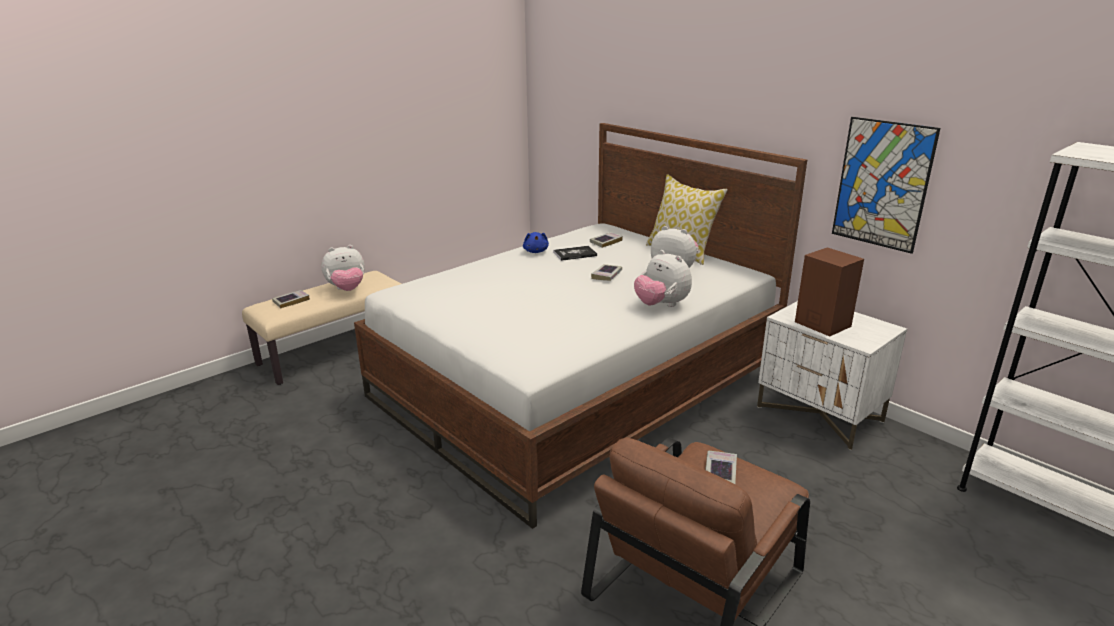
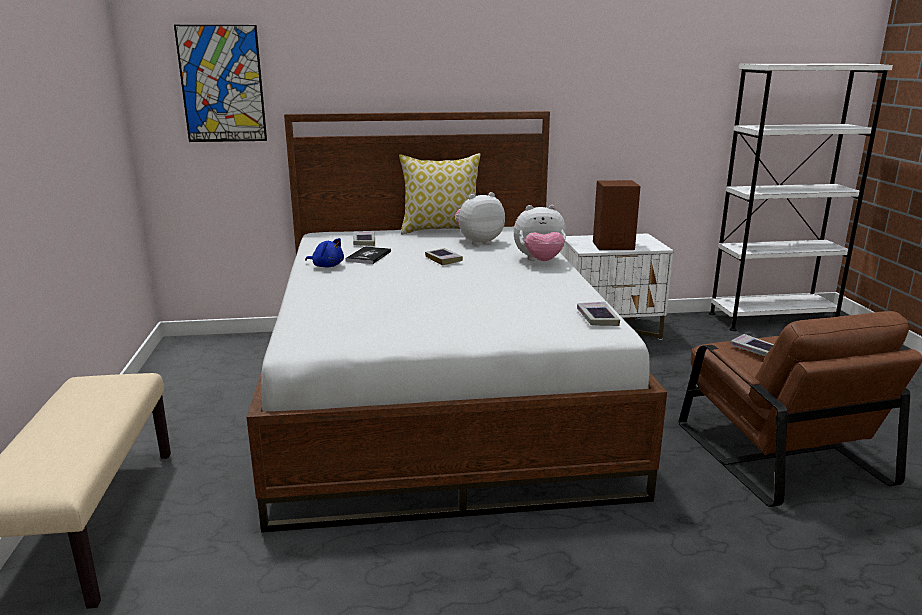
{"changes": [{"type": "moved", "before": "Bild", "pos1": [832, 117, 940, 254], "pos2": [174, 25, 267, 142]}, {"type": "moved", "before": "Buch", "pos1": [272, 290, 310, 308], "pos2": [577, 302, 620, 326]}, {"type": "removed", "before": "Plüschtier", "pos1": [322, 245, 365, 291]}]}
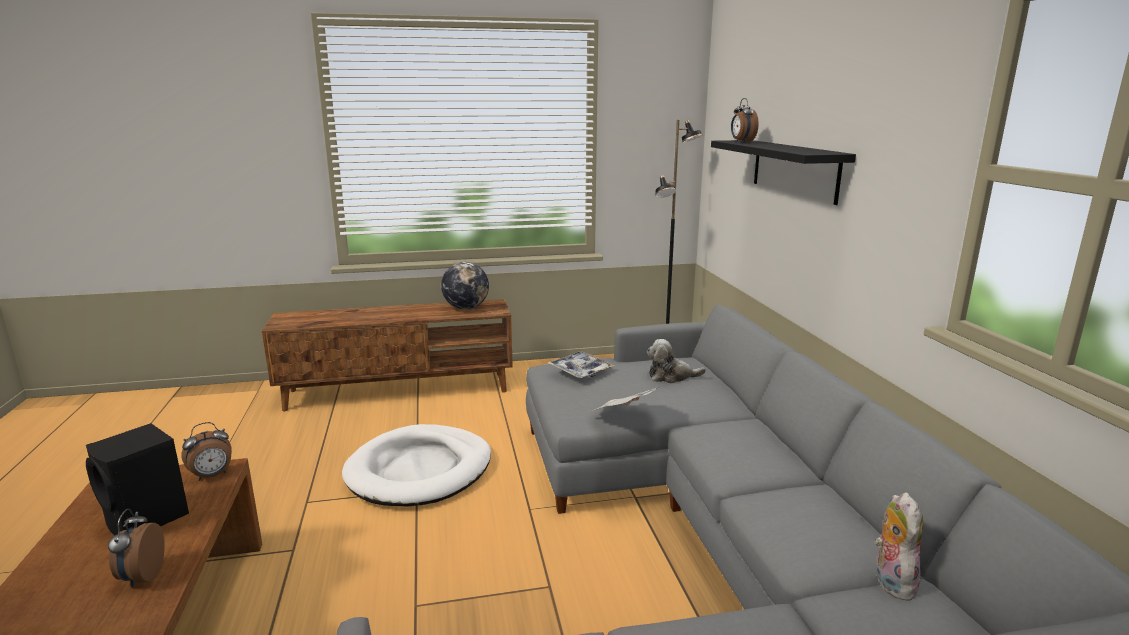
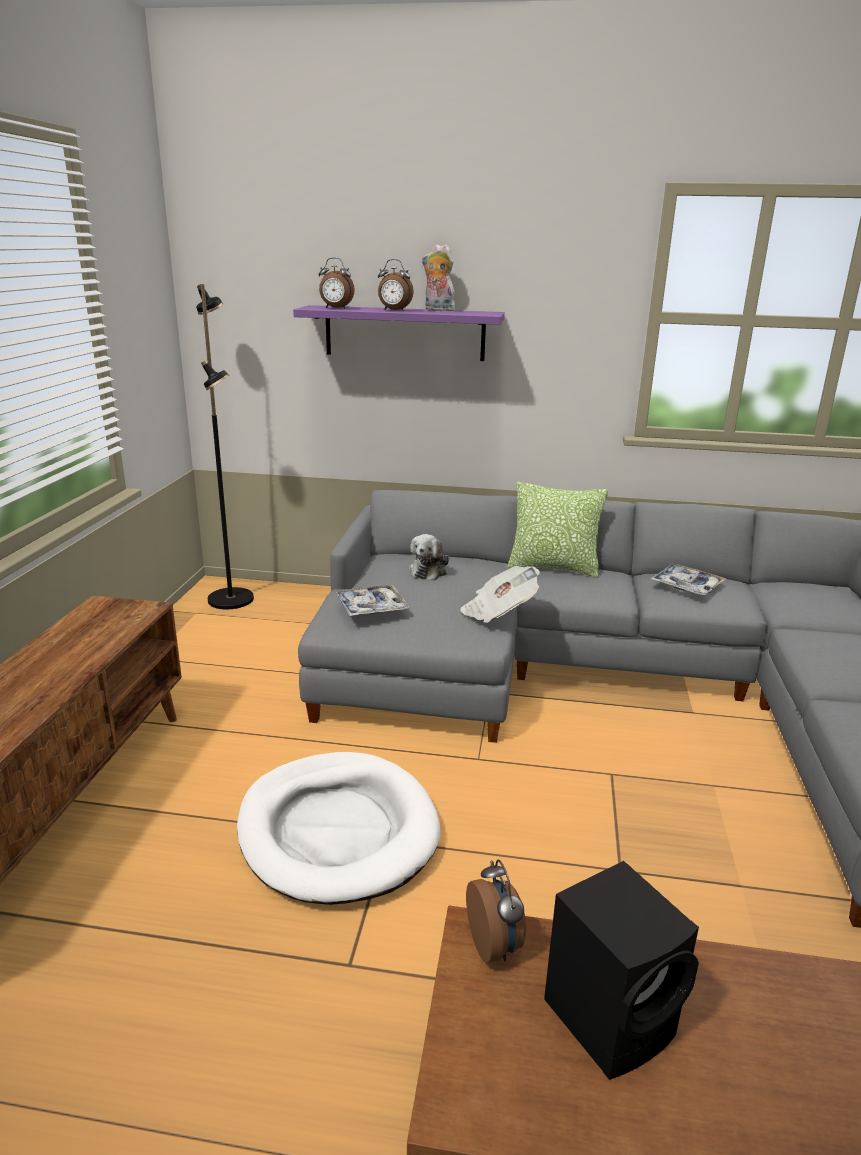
{"changes": [{"type": "recoloured", "before": "Wandregal [schwarz]", "after": "Wandregal [lila]", "pos1": [711, 140, 856, 205], "pos2": [293, 305, 505, 361]}, {"type": "moved", "before": "Wecker", "pos1": [108, 509, 165, 588], "pos2": [378, 259, 414, 311]}, {"type": "moved", "before": "Plüschtier", "pos1": [875, 492, 923, 601], "pos2": [422, 244, 455, 311]}, {"type": "added", "after": "Kissen", "pos2": [507, 482, 608, 578]}, {"type": "added", "after": "Tablett", "pos2": [650, 564, 727, 595]}, {"type": "removed", "before": "Globus", "pos1": [441, 262, 489, 309]}]}
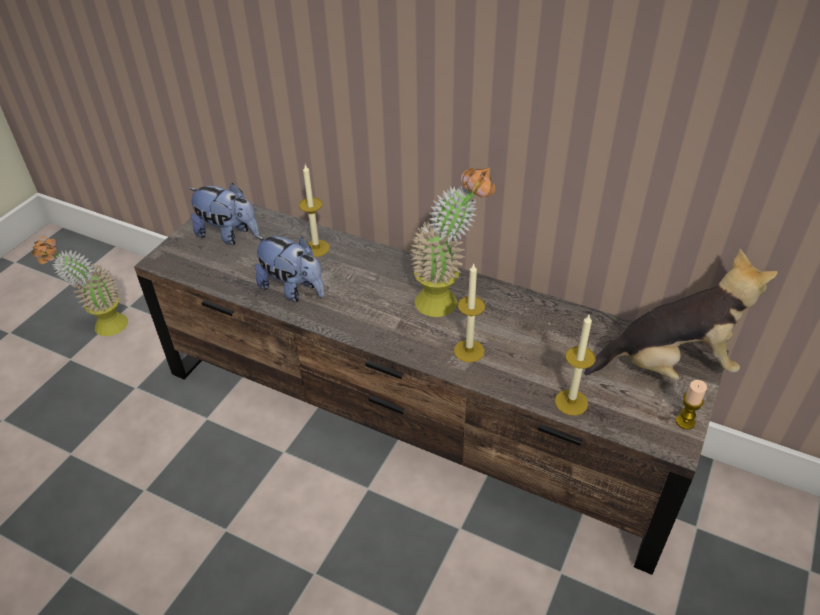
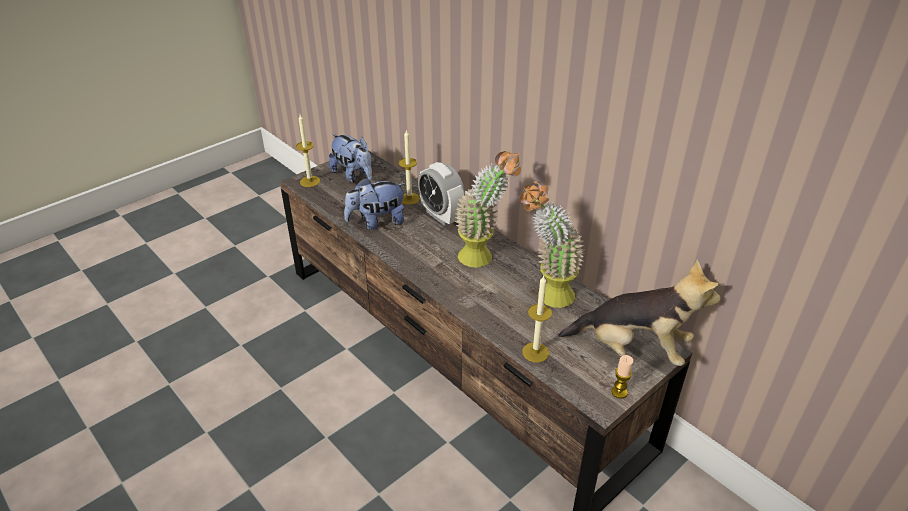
{"changes": [{"type": "moved", "before": "Kerze", "pos1": [454, 263, 485, 363], "pos2": [296, 114, 320, 187]}, {"type": "turned", "before": "Plüschtier", "pos1": [255, 236, 325, 302], "pos2": [344, 177, 406, 230], "turn": 105}, {"type": "added", "after": "Wecker", "pos2": [418, 162, 465, 226]}, {"type": "moved", "before": "Topfpflanze", "pos1": [32, 236, 128, 336], "pos2": [519, 181, 585, 308]}]}
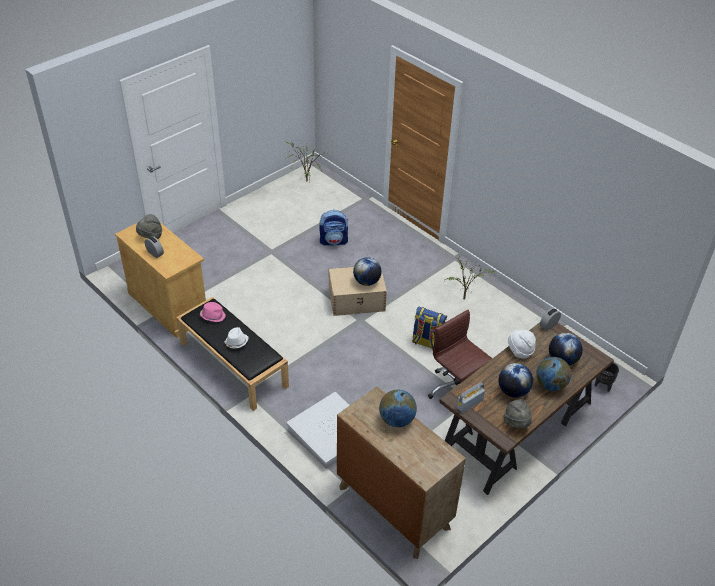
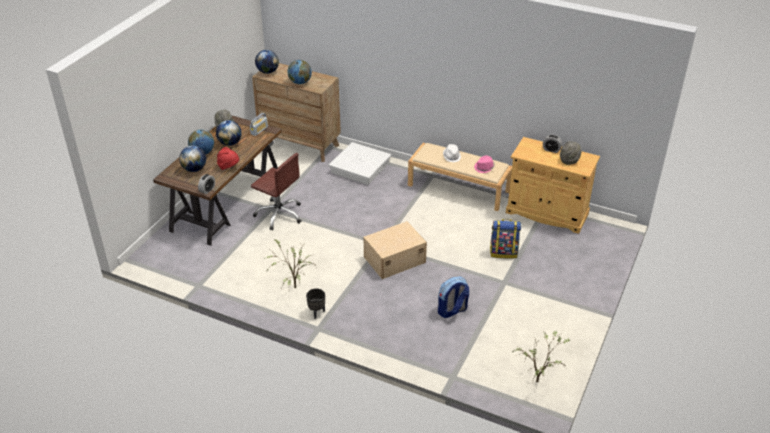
{"changes": [{"type": "recoloured", "before": "Hut [weiß]", "after": "Hut [rot]", "pos1": [508, 330, 536, 359], "pos2": [217, 147, 239, 170]}, {"type": "moved", "before": "Globus", "pos1": [353, 257, 382, 286], "pos2": [255, 50, 279, 74]}, {"type": "moved", "before": "Pflanzkübel [schwarz]", "pos1": [595, 363, 619, 392], "pos2": [306, 288, 325, 319]}, {"type": "recoloured", "before": "Bank [schwarz]", "after": "Bank [beige]", "pos1": [176, 297, 289, 411], "pos2": [408, 143, 512, 211]}, {"type": "moved", "before": "Rucksack", "pos1": [412, 307, 447, 351], "pos2": [490, 219, 521, 259]}]}
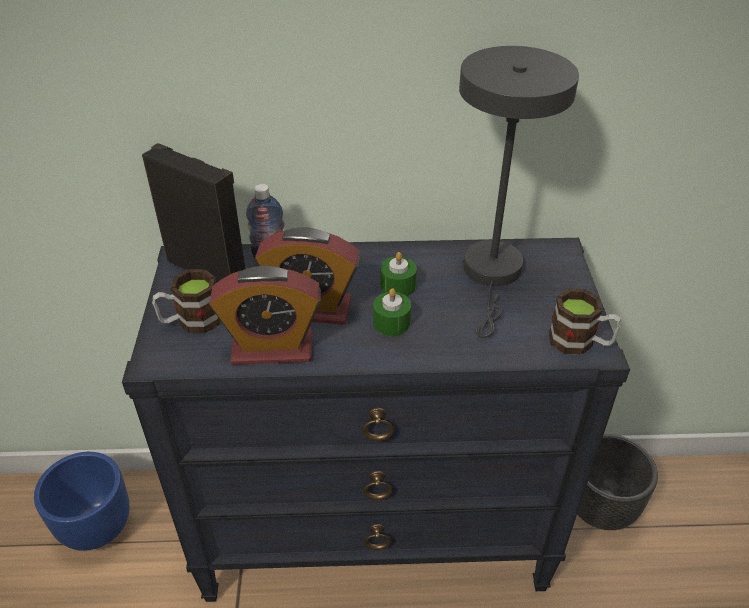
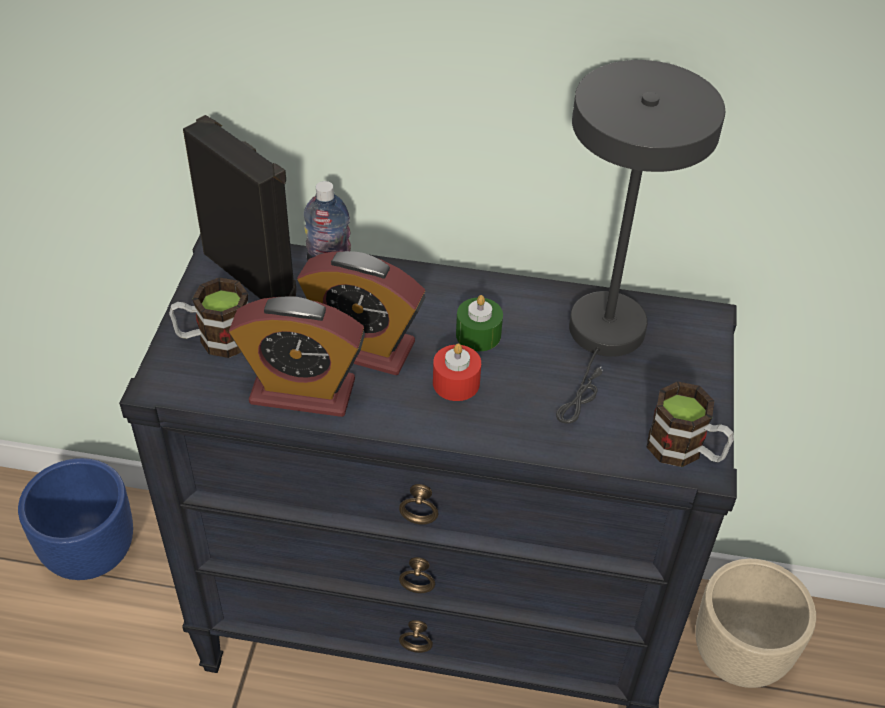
{"changes": [{"type": "recoloured", "before": "Kerze [grün]", "after": "Kerze [rot]", "pos1": [373, 288, 411, 336], "pos2": [433, 343, 481, 401]}, {"type": "recoloured", "before": "Pflanzkübel [schwarz]", "after": "Pflanzkübel [beige]", "pos1": [577, 434, 658, 530], "pos2": [695, 559, 816, 688]}]}
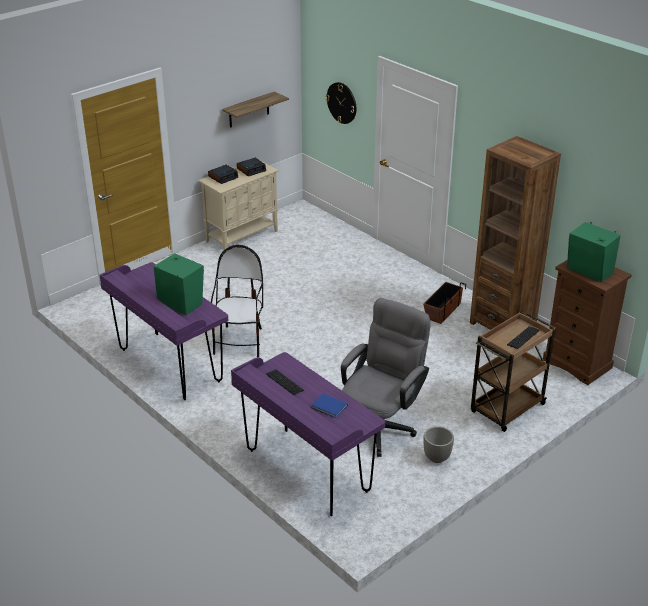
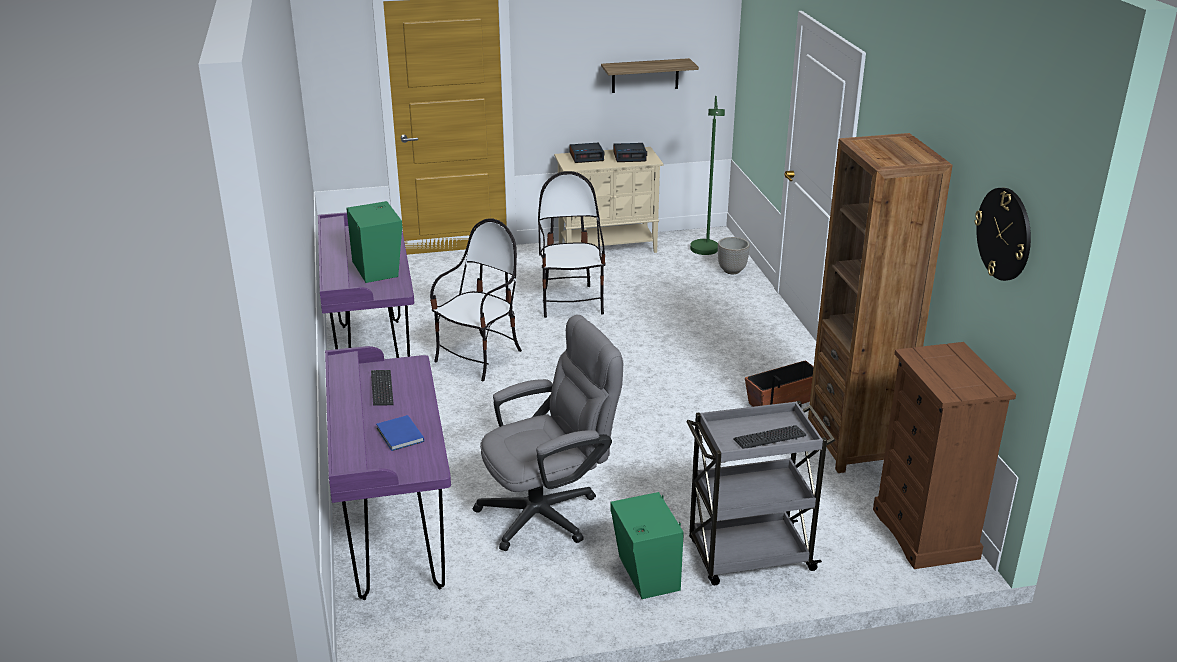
{"changes": [{"type": "added", "after": "Stuhl", "pos2": [538, 171, 606, 318]}, {"type": "moved", "before": "Lautsprecher [grün]", "pos1": [567, 222, 621, 282], "pos2": [610, 492, 684, 599]}, {"type": "recoloured", "before": "Rollwagen [braun]", "after": "Rollwagen [grau]", "pos1": [471, 311, 556, 432], "pos2": [686, 401, 835, 585]}, {"type": "added", "after": "Stehlampe [grün]", "pos2": [690, 96, 725, 255]}, {"type": "moved", "before": "Pflanzkübel", "pos1": [424, 426, 454, 463], "pos2": [718, 237, 750, 274]}, {"type": "moved", "before": "Wanduhr", "pos1": [326, 82, 356, 124], "pos2": [975, 188, 1031, 281]}]}
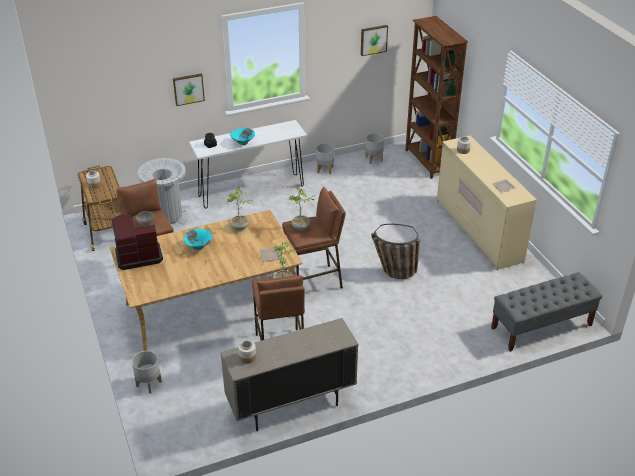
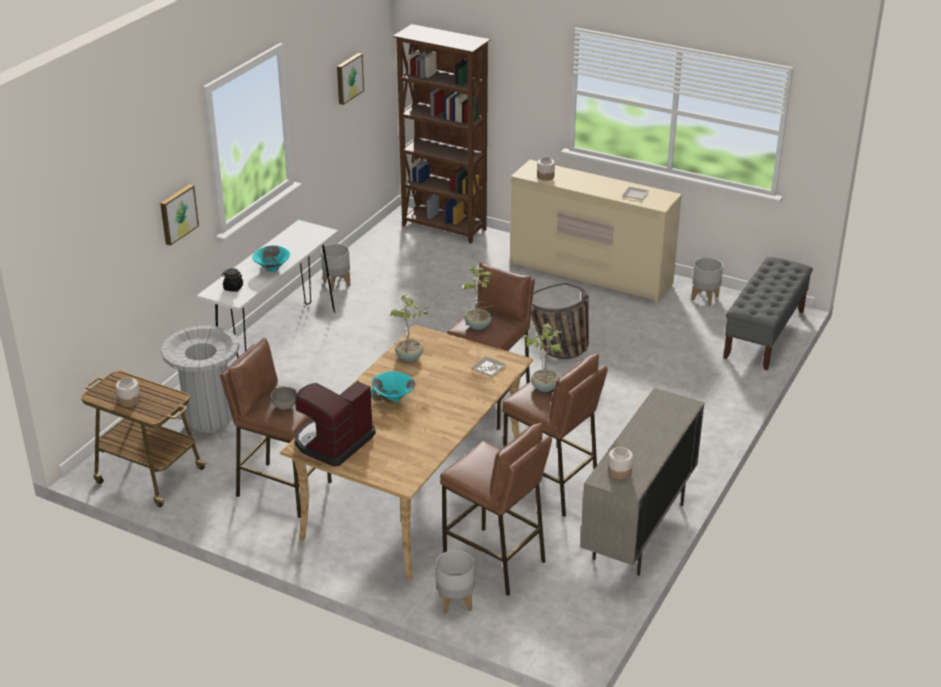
{"changes": [{"type": "added", "after": "Hocker [braun]", "pos2": [440, 423, 552, 596]}, {"type": "moved", "before": "Pflanzkübel [grau]", "pos1": [365, 133, 384, 164], "pos2": [691, 257, 723, 306]}]}
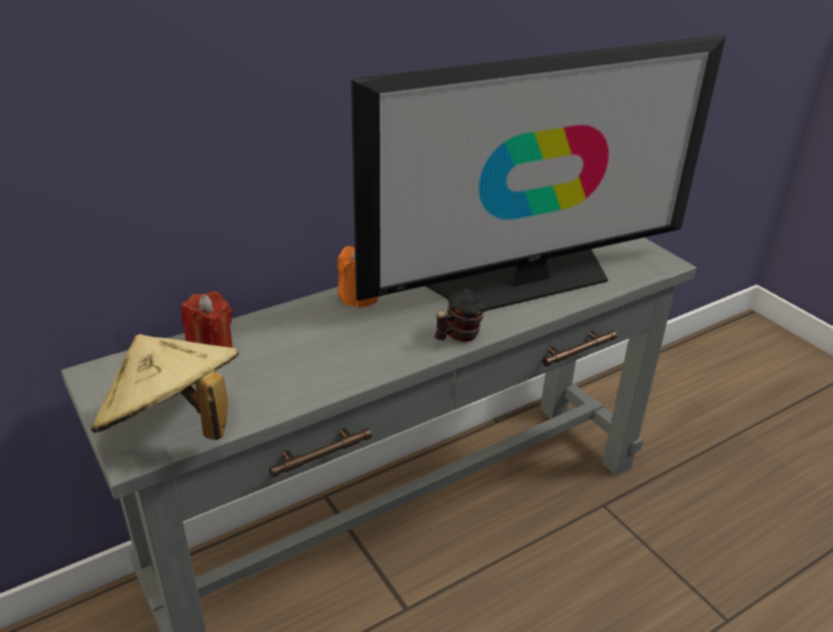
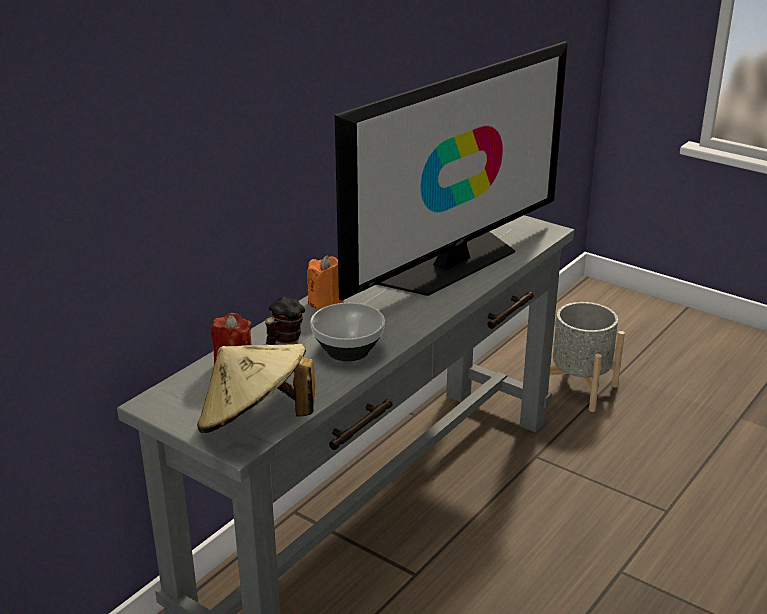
{"changes": [{"type": "moved", "before": "Henkelbecher", "pos1": [434, 288, 487, 342], "pos2": [265, 297, 305, 345]}, {"type": "added", "after": "Schüssel", "pos2": [310, 303, 385, 361]}, {"type": "added", "after": "Pflanzkübel [grau]", "pos2": [550, 302, 625, 412]}]}
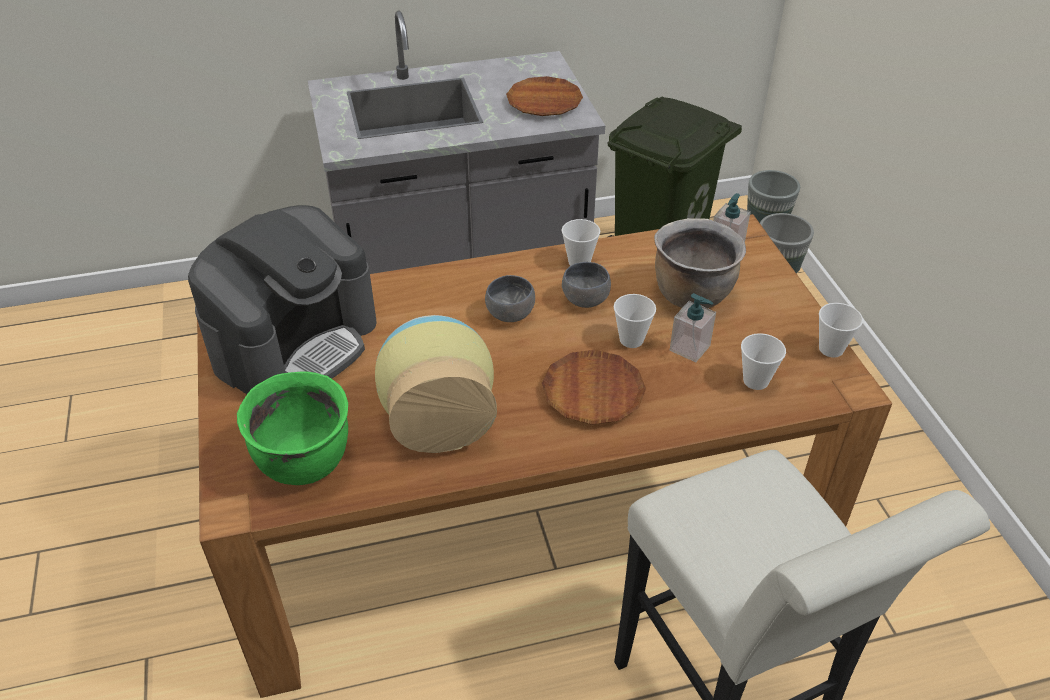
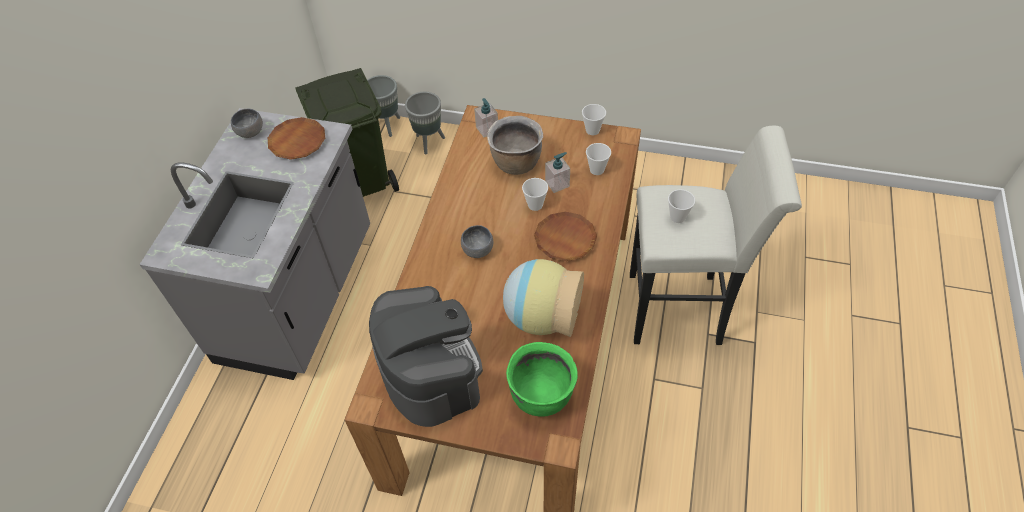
{"changes": [{"type": "moved", "before": "Schüssel [grau]", "pos1": [562, 262, 611, 308], "pos2": [231, 109, 263, 138]}, {"type": "moved", "before": "Tasse", "pos1": [562, 219, 600, 266], "pos2": [668, 189, 695, 223]}]}
